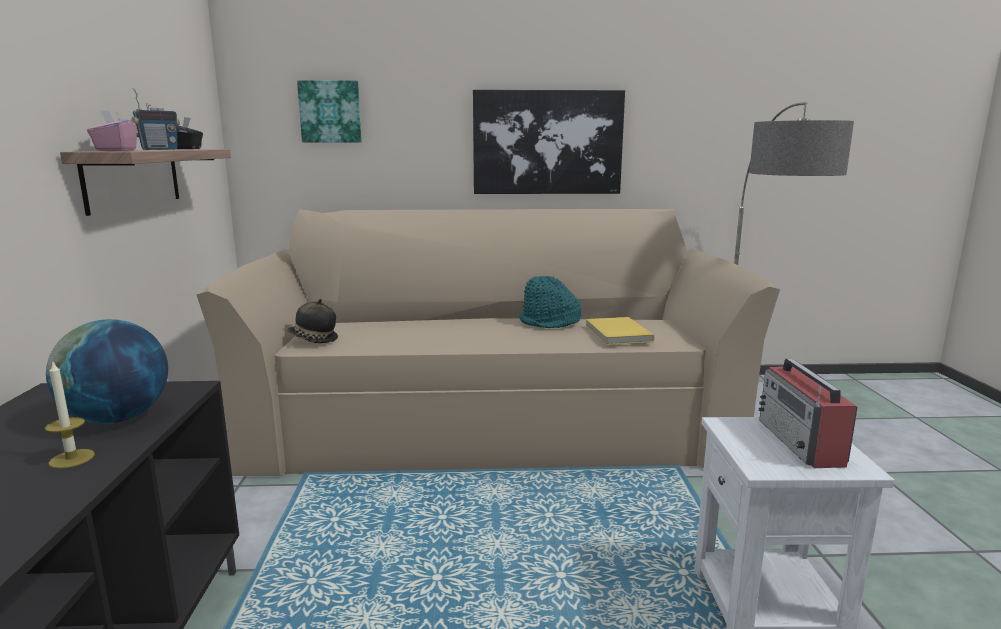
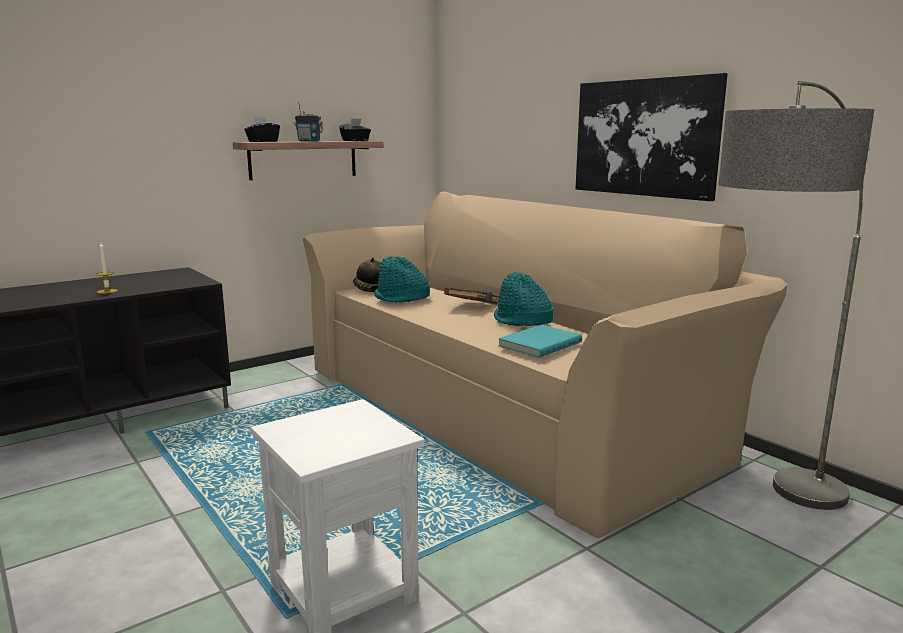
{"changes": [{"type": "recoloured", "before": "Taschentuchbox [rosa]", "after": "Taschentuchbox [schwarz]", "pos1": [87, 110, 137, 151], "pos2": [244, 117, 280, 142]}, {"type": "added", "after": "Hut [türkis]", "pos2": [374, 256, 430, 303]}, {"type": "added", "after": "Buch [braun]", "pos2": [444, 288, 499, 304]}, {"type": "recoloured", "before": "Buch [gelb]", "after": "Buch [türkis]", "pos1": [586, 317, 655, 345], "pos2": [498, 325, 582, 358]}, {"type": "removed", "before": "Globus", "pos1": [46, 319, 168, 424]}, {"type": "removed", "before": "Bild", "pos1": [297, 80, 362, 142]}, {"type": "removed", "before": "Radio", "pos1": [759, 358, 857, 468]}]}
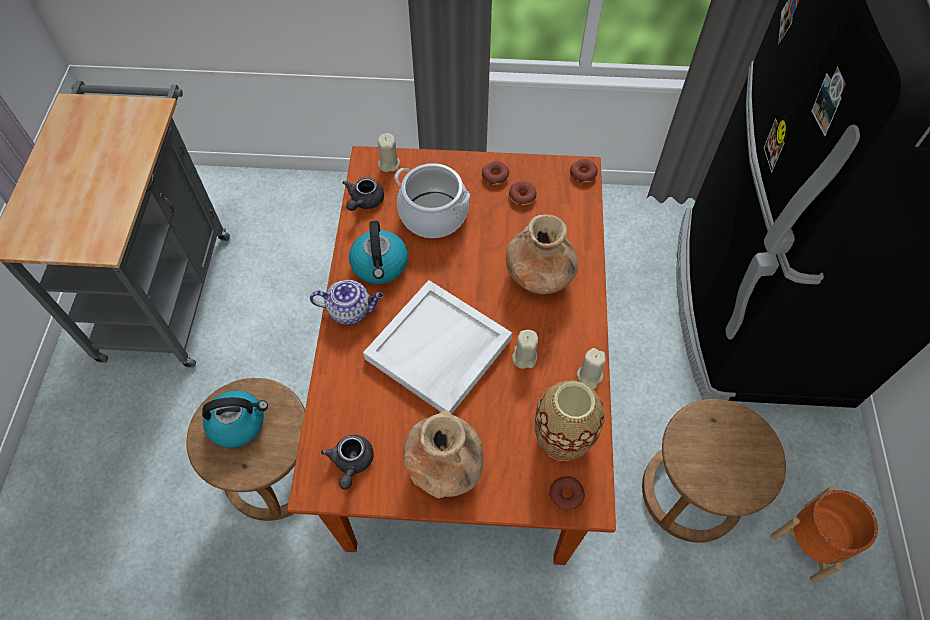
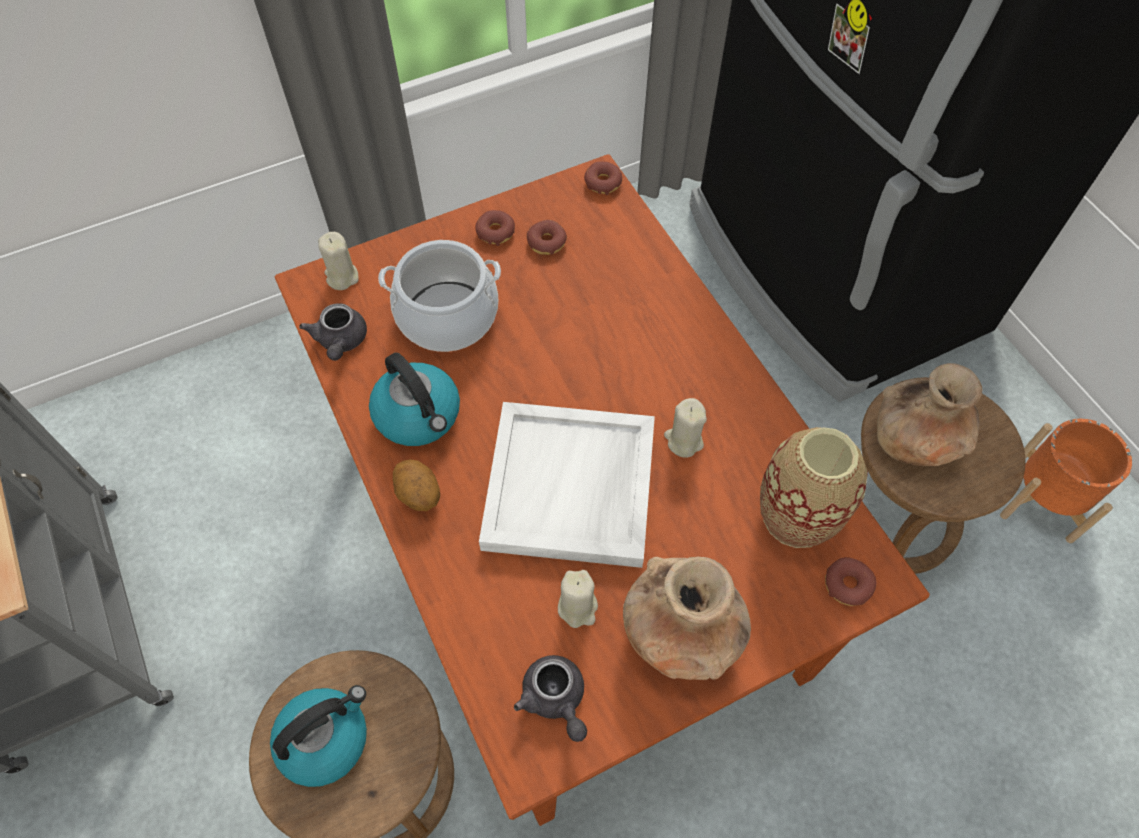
{"changes": [{"type": "replaced", "before": "Teekanne", "after": "Kartoffel", "pos1": [310, 280, 383, 325], "pos2": [393, 460, 440, 511]}, {"type": "moved", "before": "Kerze [beige]", "pos1": [577, 348, 606, 389], "pos2": [558, 570, 598, 628]}, {"type": "moved", "before": "Vase [braun]", "pos1": [506, 214, 578, 295], "pos2": [877, 363, 982, 466]}]}
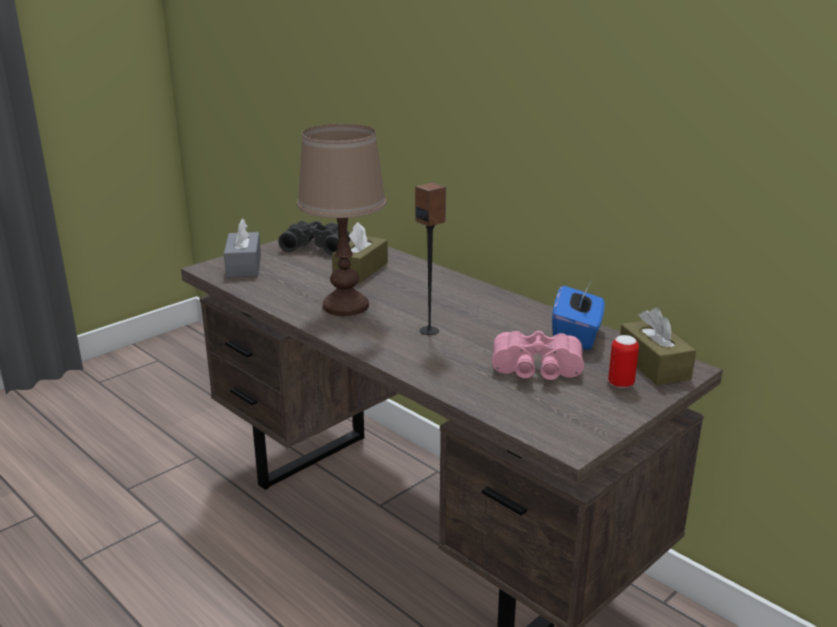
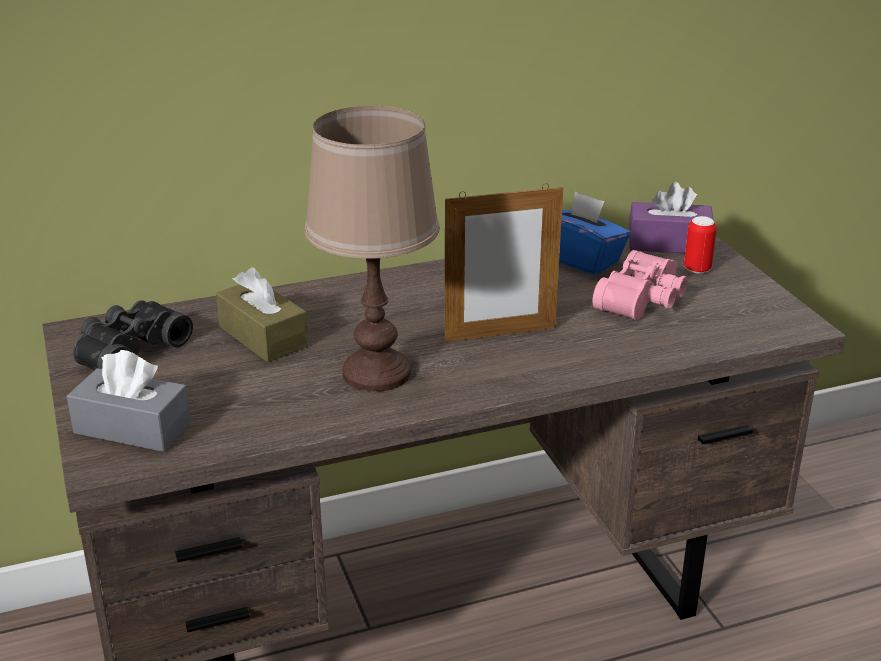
{"changes": [{"type": "replaced", "before": "Lautsprecher", "after": "Bilderrahmen", "pos1": [415, 183, 446, 335], "pos2": [445, 183, 563, 342]}, {"type": "recoloured", "before": "Taschentuchbox [braun]", "after": "Taschentuchbox [lila]", "pos1": [620, 307, 696, 385], "pos2": [629, 182, 713, 253]}]}
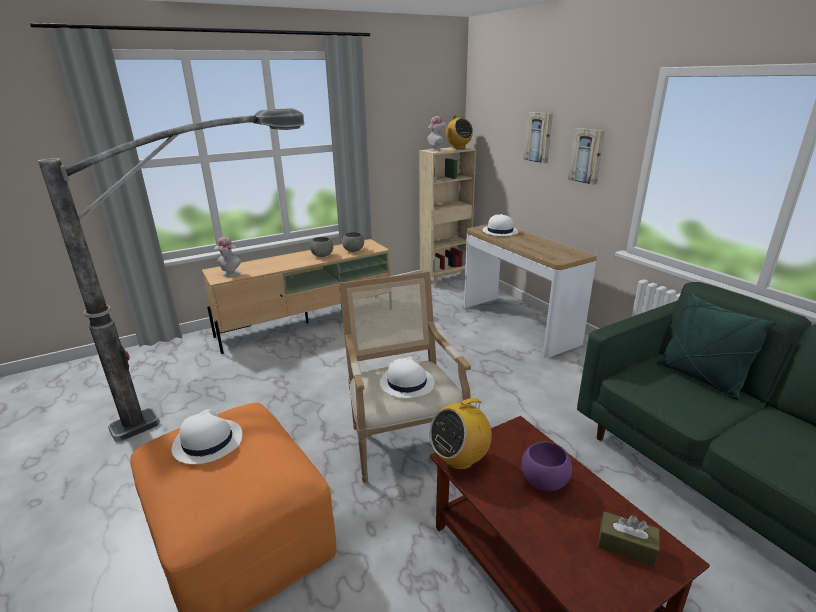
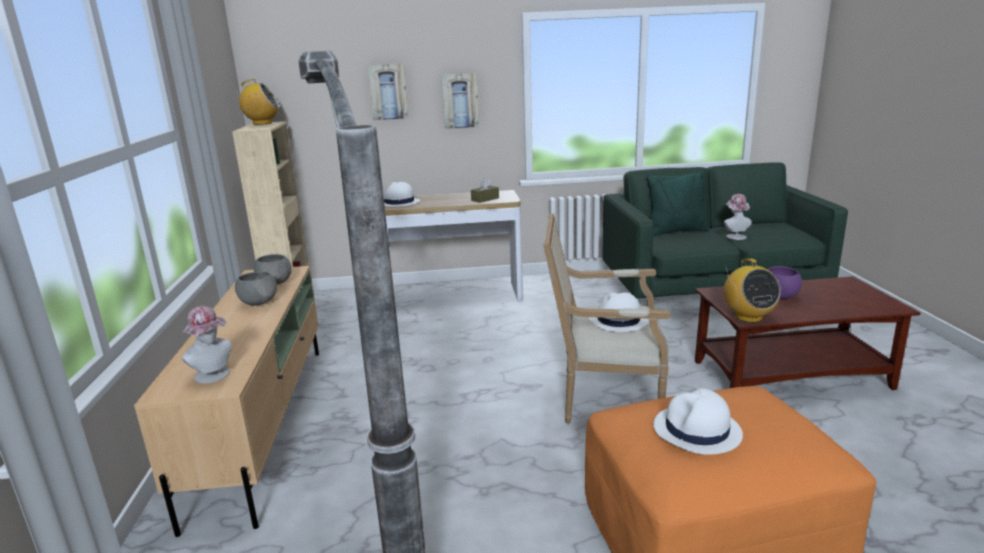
{"changes": [{"type": "moved", "before": "Taschentuchbox [braun]", "pos1": [598, 511, 660, 566], "pos2": [471, 178, 499, 203]}, {"type": "moved", "before": "Hut", "pos1": [427, 116, 446, 151], "pos2": [724, 194, 752, 240]}]}
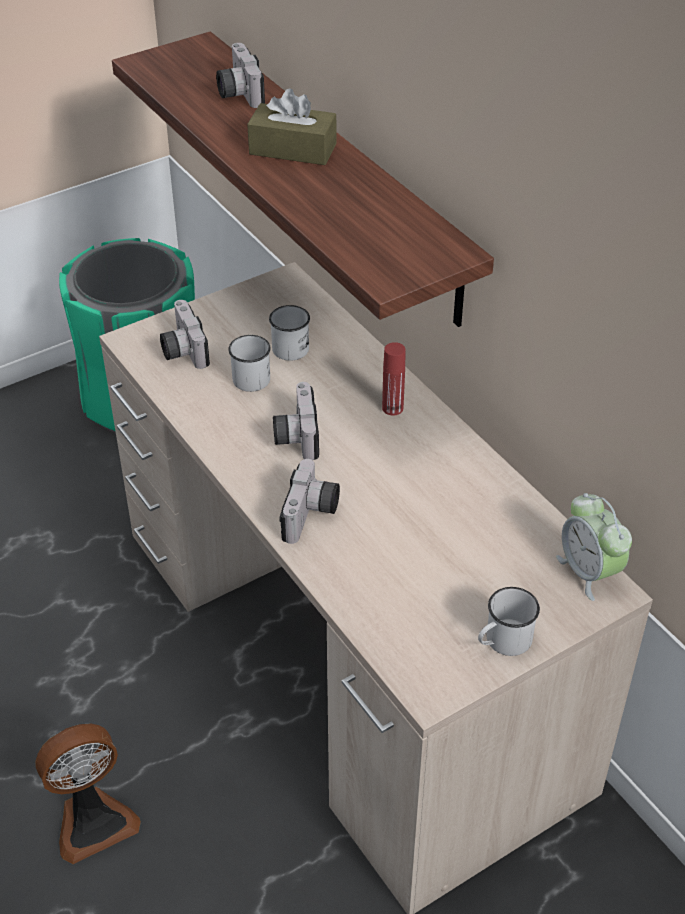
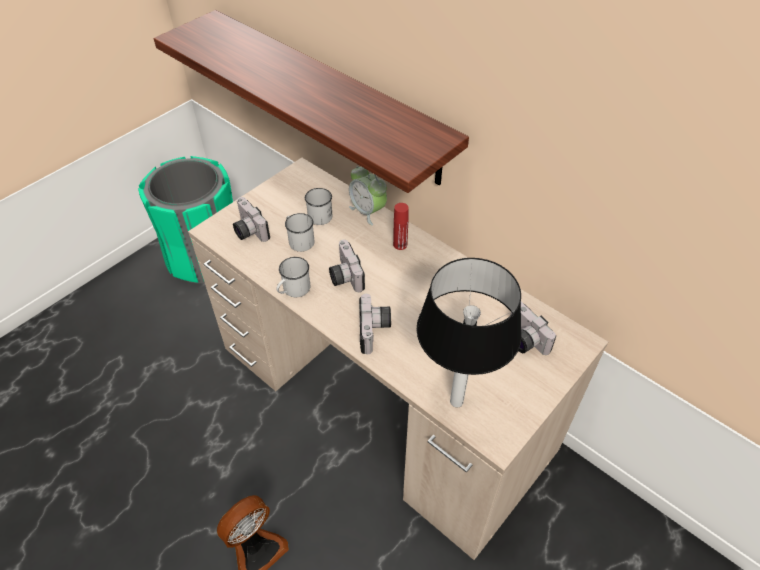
{"changes": [{"type": "moved", "before": "Henkelbecher [weiß]", "pos1": [478, 587, 540, 656], "pos2": [276, 257, 310, 297]}, {"type": "moved", "before": "Wecker", "pos1": [556, 493, 632, 601], "pos2": [349, 166, 387, 226]}, {"type": "added", "after": "Tischlampe", "pos2": [417, 258, 522, 407]}, {"type": "moved", "before": "Kamera", "pos1": [216, 43, 265, 108], "pos2": [510, 302, 556, 355]}, {"type": "removed", "before": "Taschentuchbox [braun]", "pos1": [247, 89, 336, 165]}]}
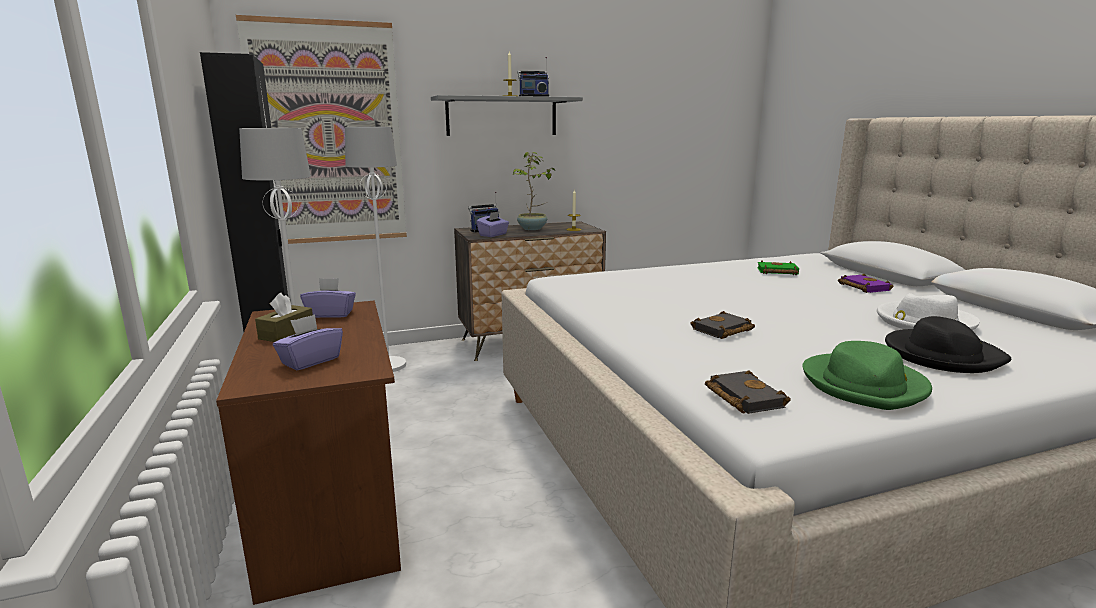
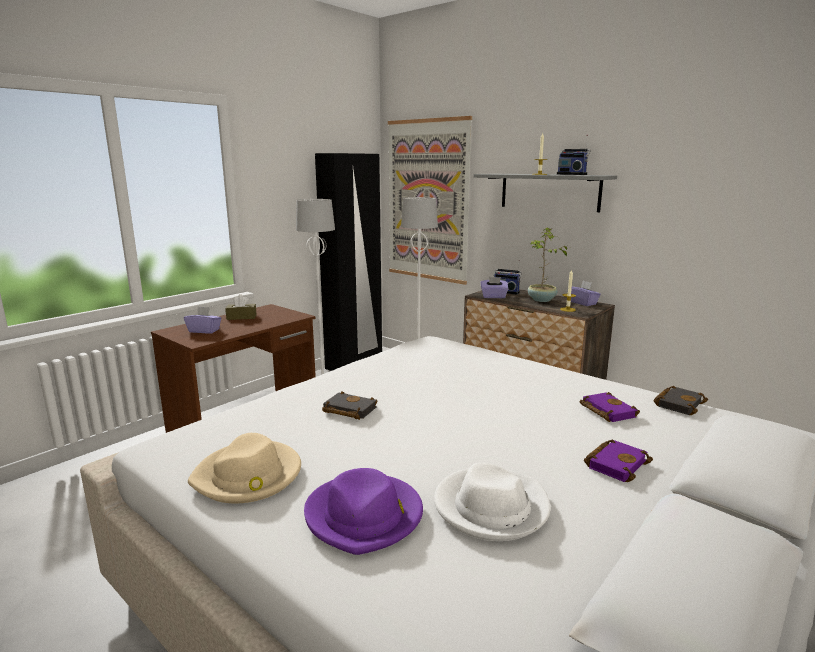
{"changes": [{"type": "recoloured", "before": "Hut [grün]", "after": "Hut [beige]", "pos1": [802, 341, 932, 410], "pos2": [188, 433, 301, 503]}, {"type": "recoloured", "before": "Hut [schwarz]", "after": "Hut [lila]", "pos1": [885, 316, 1011, 373], "pos2": [304, 468, 423, 555]}, {"type": "moved", "before": "Taschentuchbox [lila]", "pos1": [300, 278, 356, 318], "pos2": [571, 281, 601, 306]}, {"type": "recoloured", "before": "Buch [grün]", "after": "Buch [lila]", "pos1": [757, 261, 799, 275], "pos2": [579, 392, 640, 422]}, {"type": "moved", "before": "Buch [schwarz]", "pos1": [705, 370, 791, 414], "pos2": [653, 386, 708, 415]}]}
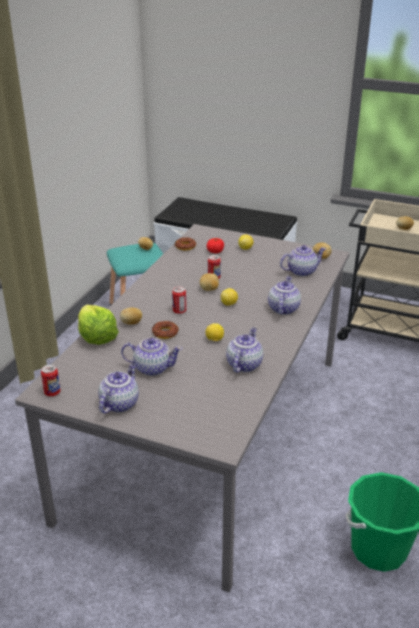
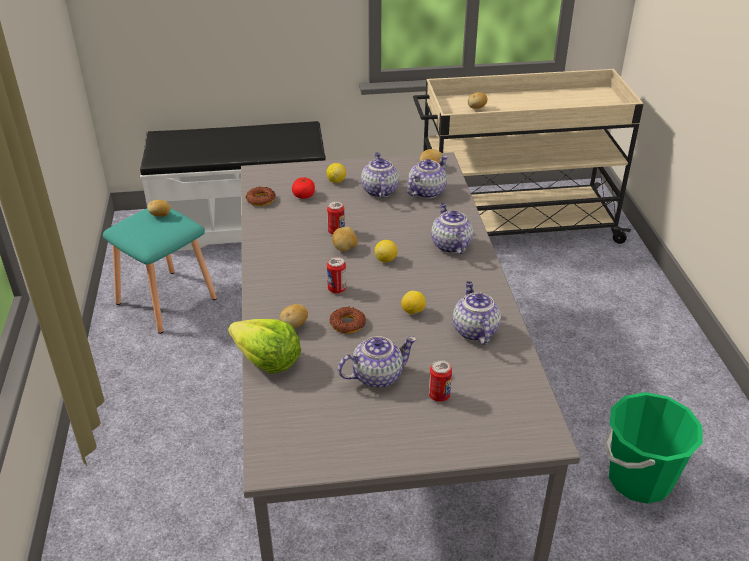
{"changes": [{"type": "moved", "before": "Teekanne", "pos1": [98, 363, 139, 413], "pos2": [361, 152, 399, 198]}, {"type": "moved", "before": "Dose", "pos1": [41, 364, 61, 396], "pos2": [429, 360, 452, 402]}]}
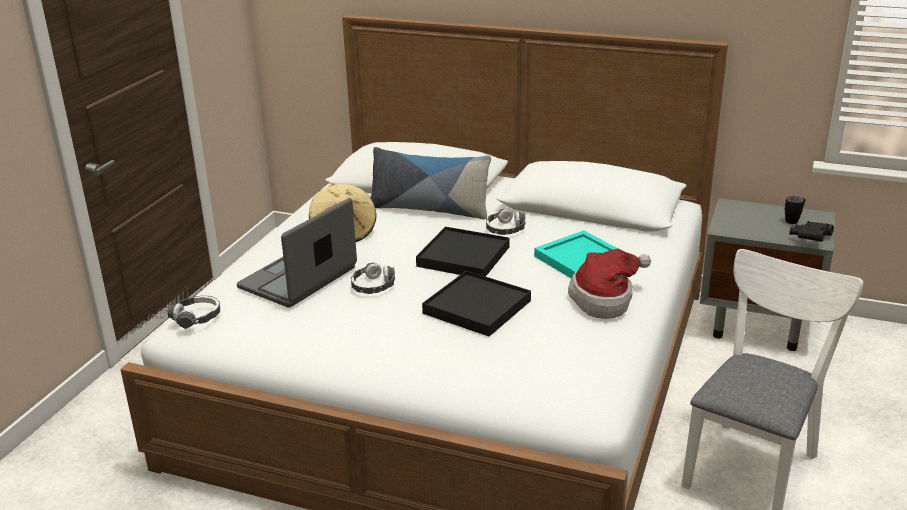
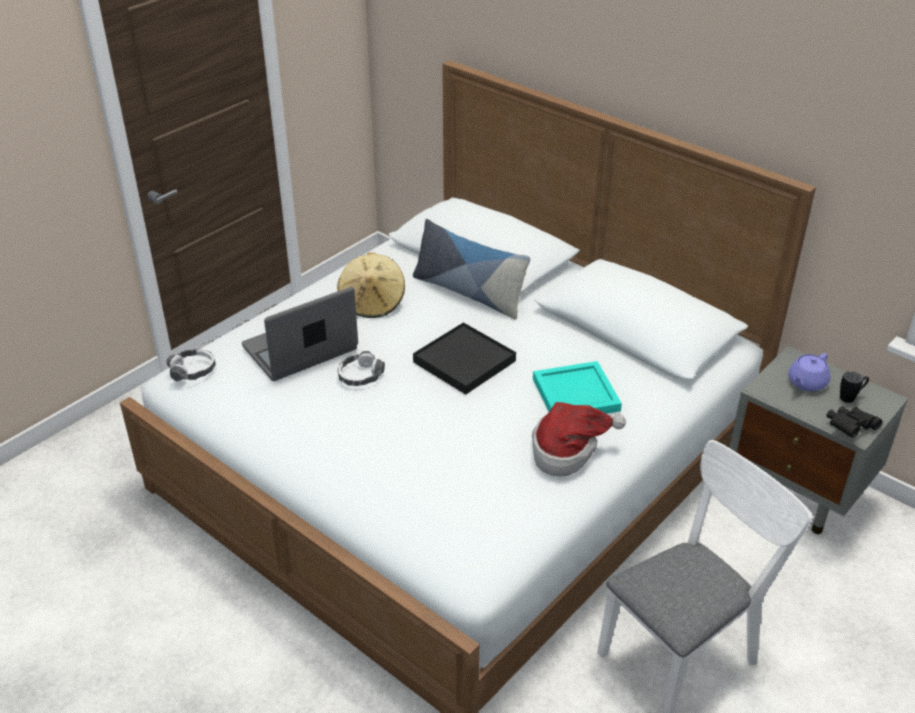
{"changes": [{"type": "added", "after": "Teekanne [lila]", "pos2": [788, 353, 830, 391]}, {"type": "removed", "before": "Tablett [schwarz]", "pos1": [422, 271, 531, 337]}, {"type": "removed", "before": "Kopfhörer", "pos1": [486, 209, 525, 235]}]}
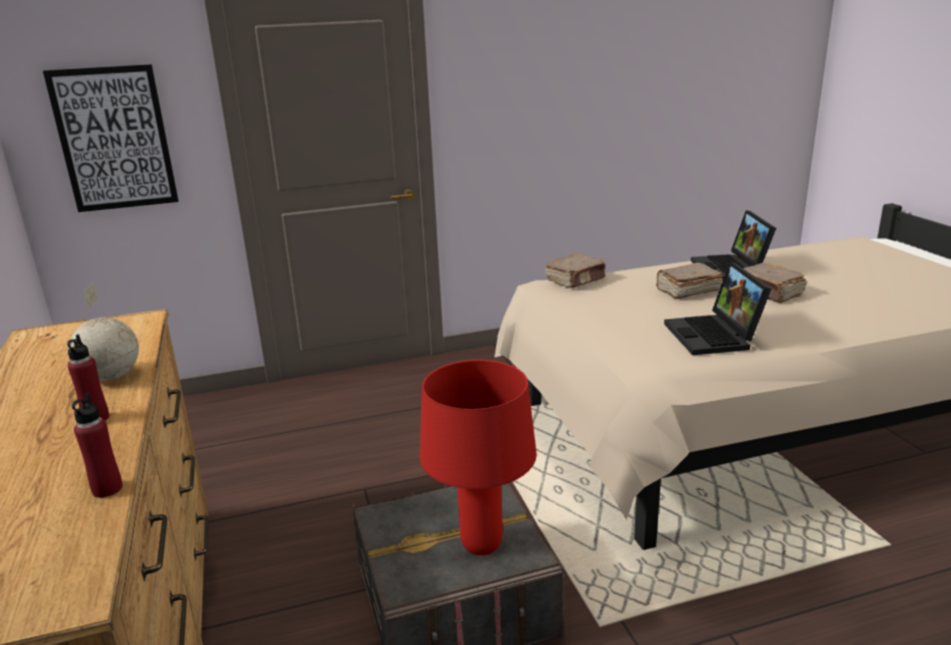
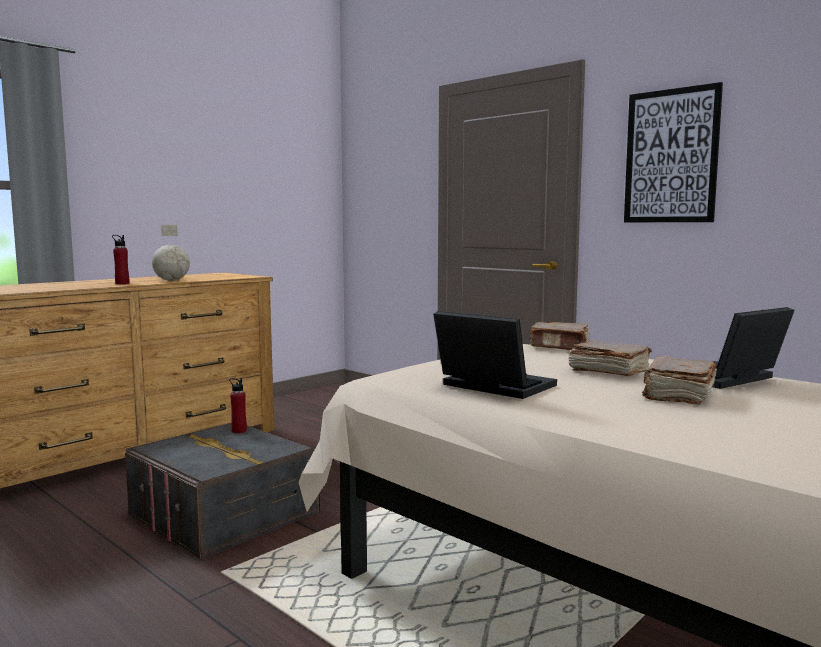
{"changes": [{"type": "moved", "before": "Flasche [rot]", "pos1": [72, 393, 123, 498], "pos2": [229, 378, 247, 433]}, {"type": "turned", "before": "Laptop", "pos1": [664, 262, 771, 355], "pos2": [433, 311, 557, 399], "turn": 75}, {"type": "moved", "before": "Bild", "pos1": [43, 64, 179, 212], "pos2": [624, 82, 723, 222]}, {"type": "removed", "before": "Tischlampe [rot]", "pos1": [420, 360, 537, 555]}]}
